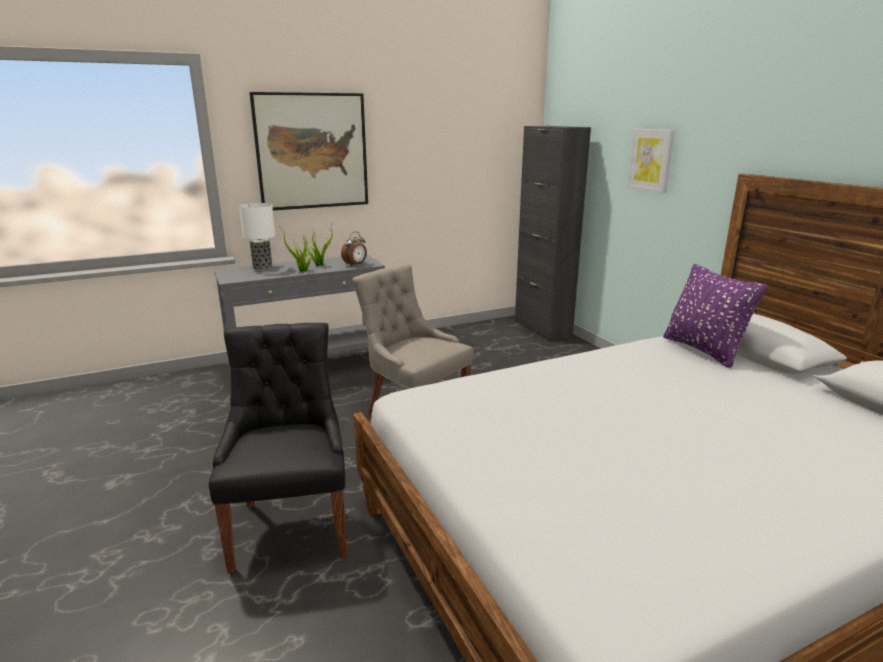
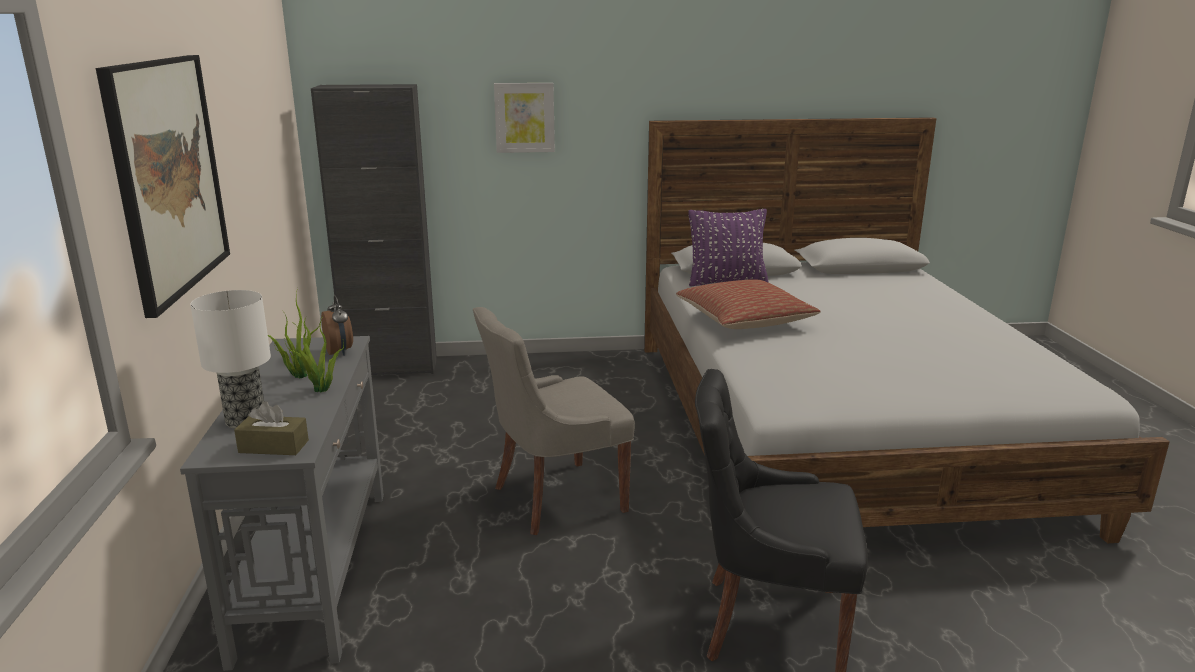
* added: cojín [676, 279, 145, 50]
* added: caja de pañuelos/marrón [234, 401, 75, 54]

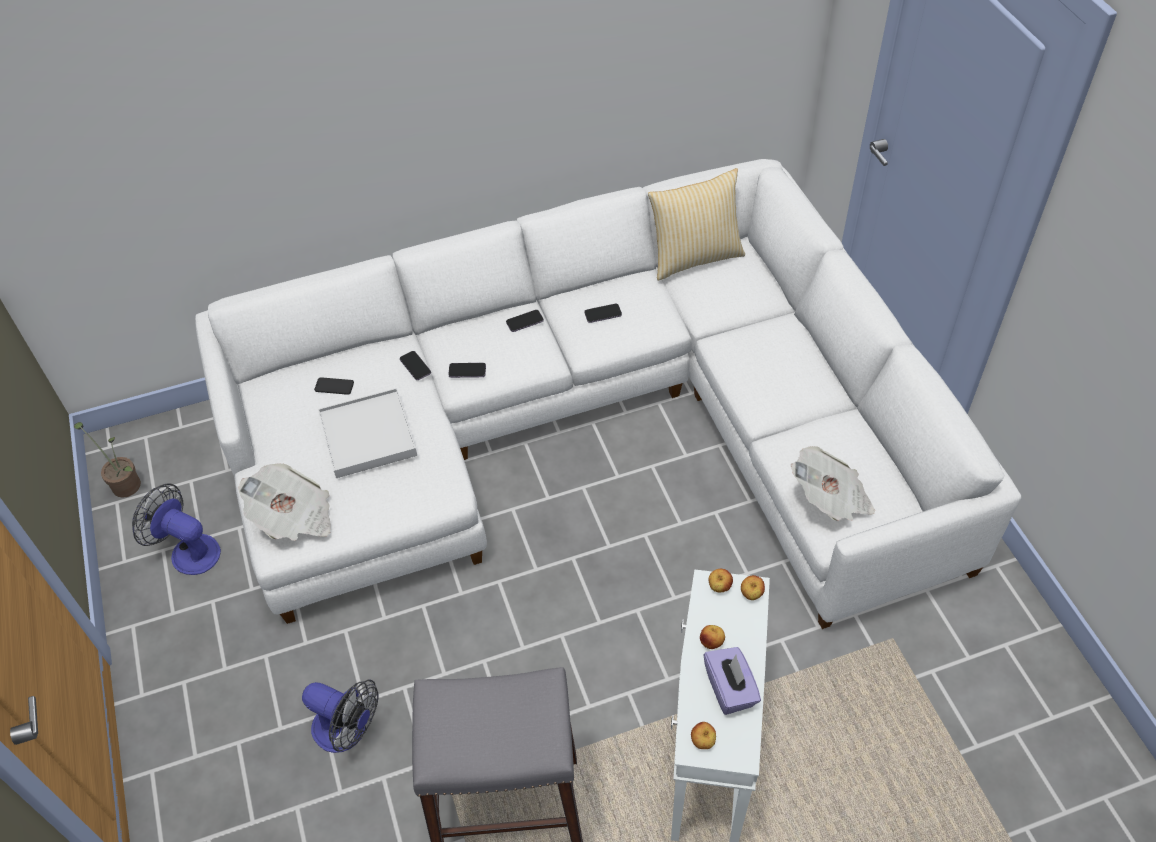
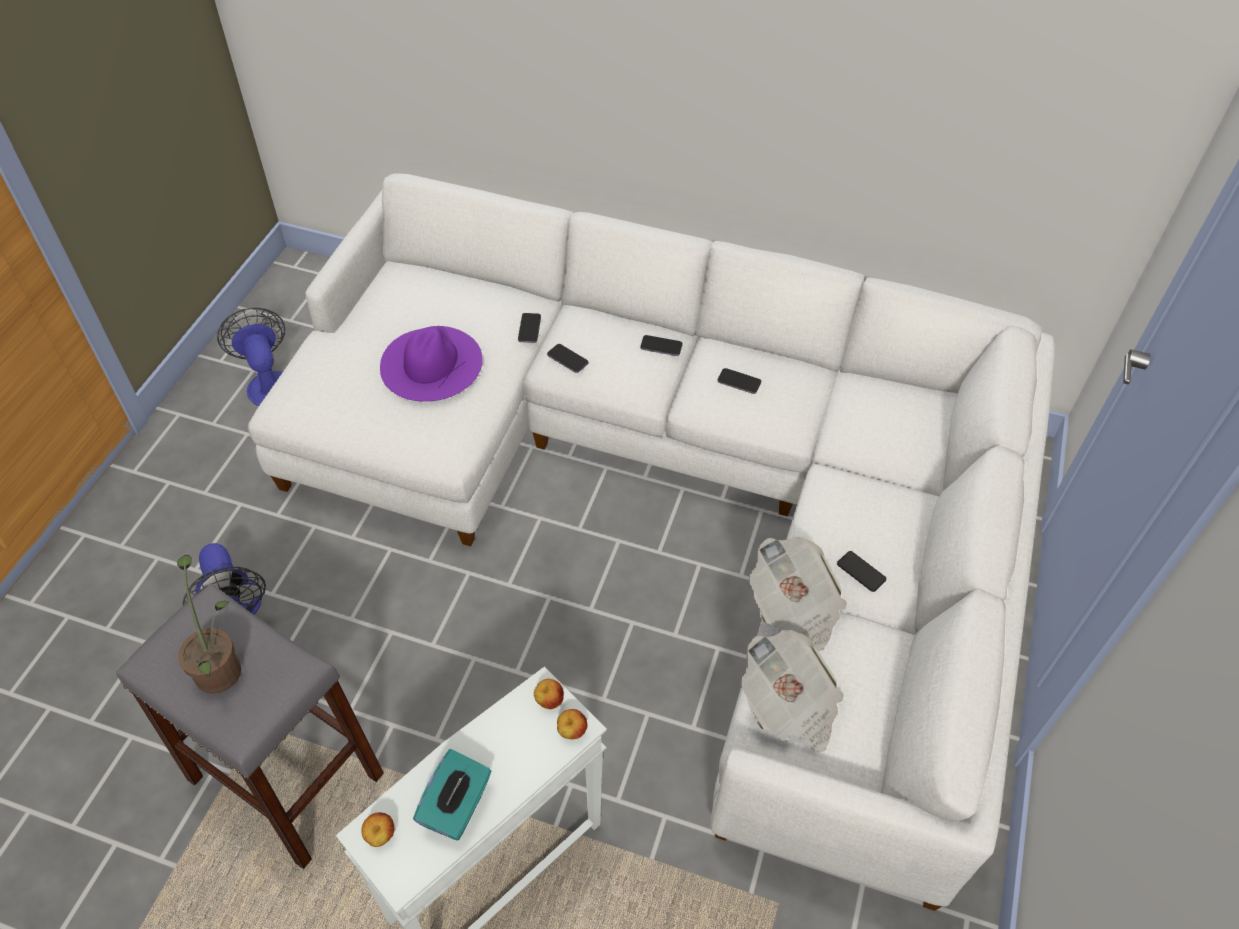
* removed: cojín [648, 168, 97, 113]
* moved: móvil [314, 377, 40, 18] to [837, 551, 49, 41]
* replaced: bandeja/blanco [318, 388, 99, 90] to sombrero/morado [380, 326, 103, 76]
* moved: planta en maceta [74, 422, 67, 76] to [177, 555, 64, 139]
* moved: periódico [238, 463, 93, 78] to [749, 536, 98, 115]
* removed: manzana [700, 625, 25, 24]
* recoloured: caja de pañuelos/morado [704, 647, 57, 68] to caja de pañuelos/turquesa [413, 749, 78, 91]

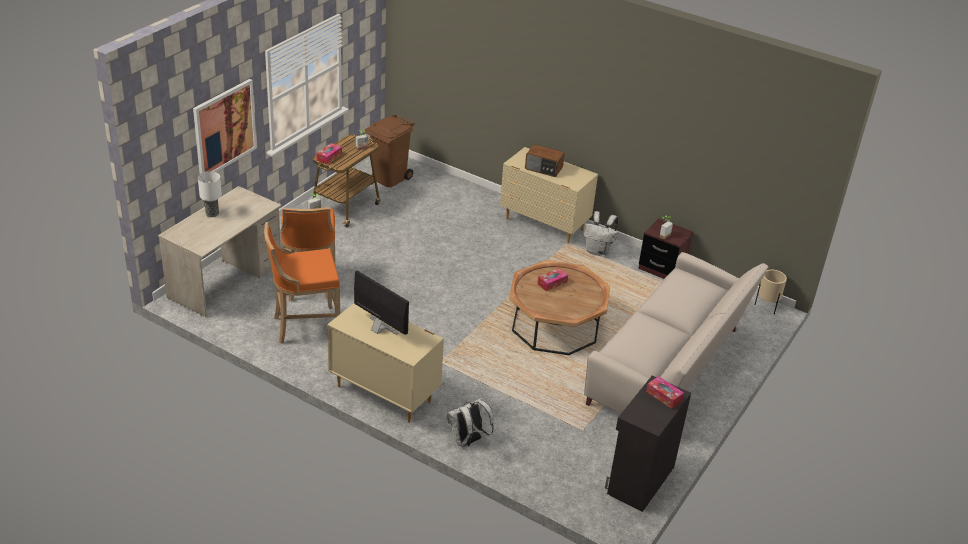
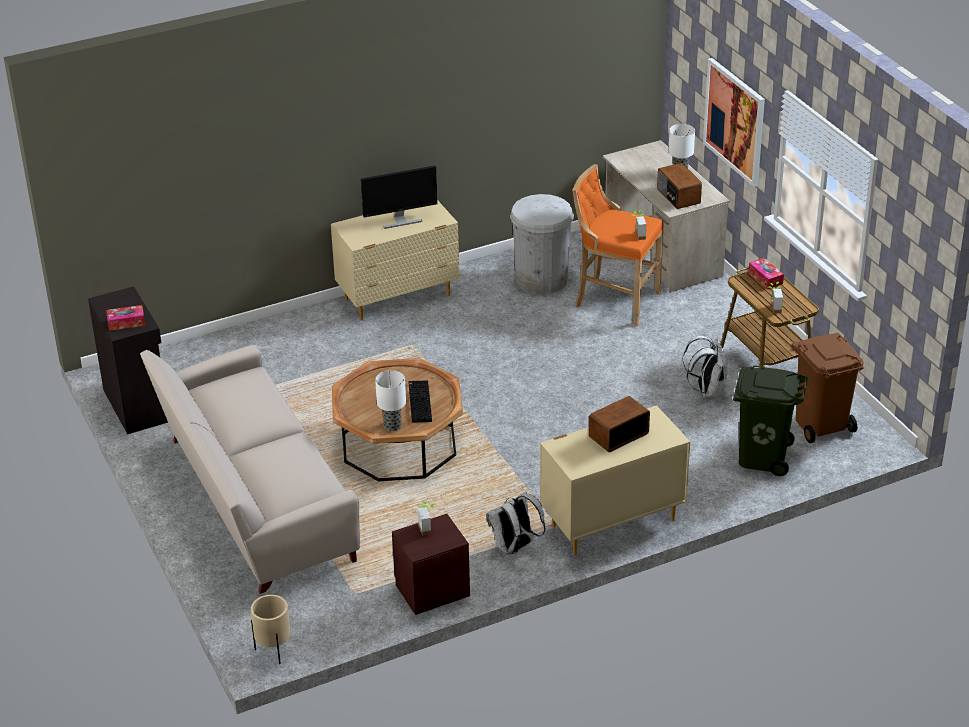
* replaced: taburete/naranja [264, 222, 76, 122] to papelera/blanco [510, 194, 64, 101]
* replaced: caja de pañuelos [537, 268, 31, 23] to teclado [409, 381, 23, 42]
* moved: mochila/blanco [447, 398, 47, 49] to [682, 336, 46, 62]
* added: radio [657, 163, 45, 46]
* added: papelera/verde [733, 366, 75, 110]
* added: lámpara de mesa [375, 370, 31, 61]

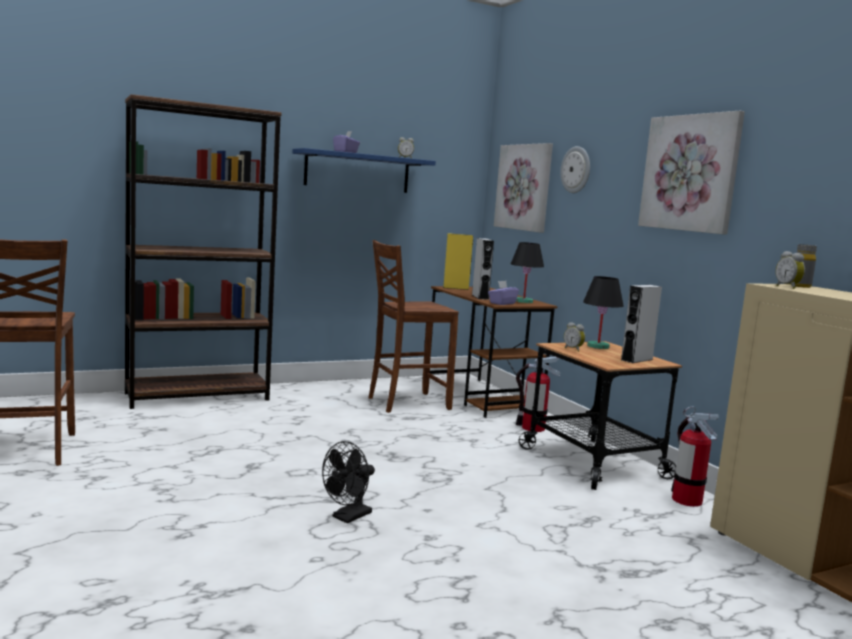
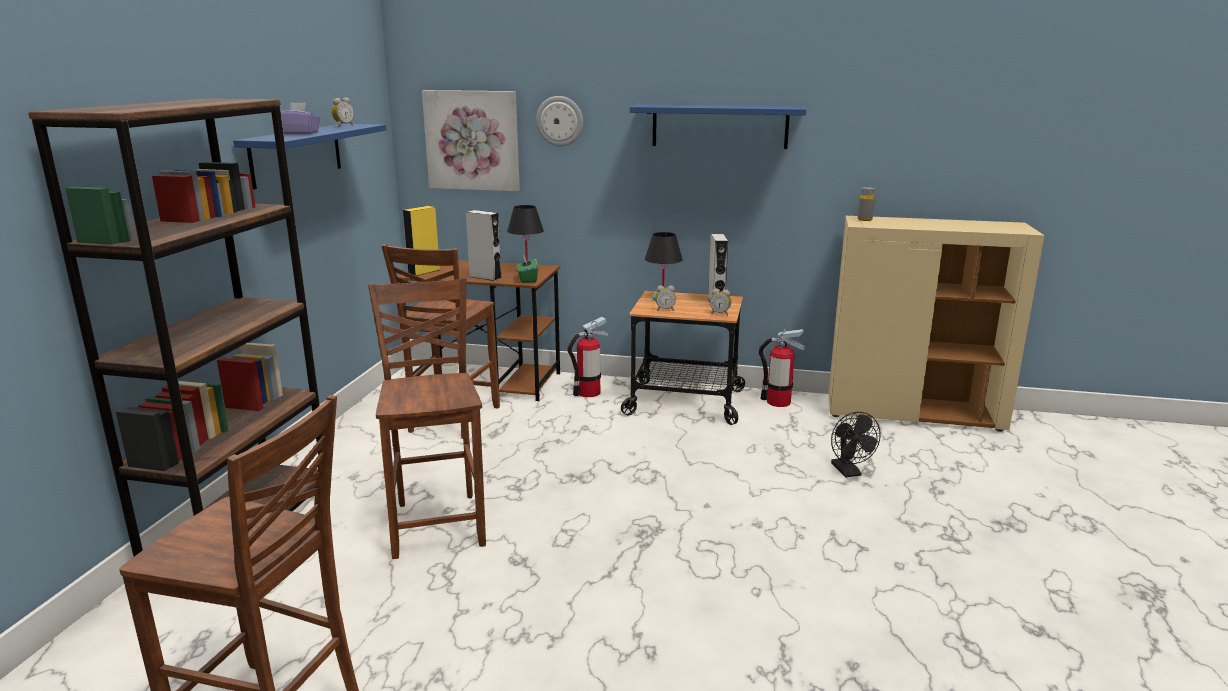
* replaced: cuadro [638, 111, 107, 124] to estante/azul [630, 104, 176, 45]
* moved: despertador [775, 251, 30, 38] to [710, 288, 21, 28]
* recoloured: caja de pañuelos/morado [488, 281, 31, 24] to caja de pañuelos/verde [517, 256, 21, 27]
* moved: ventilador/negro [322, 441, 53, 82] to [831, 412, 50, 65]
* added: silla/marrón [368, 278, 118, 281]

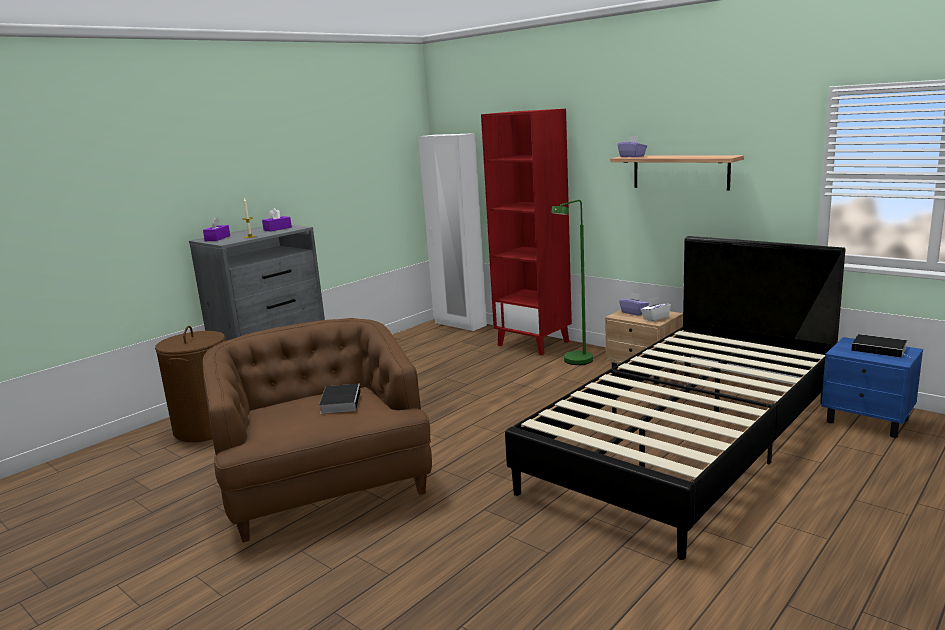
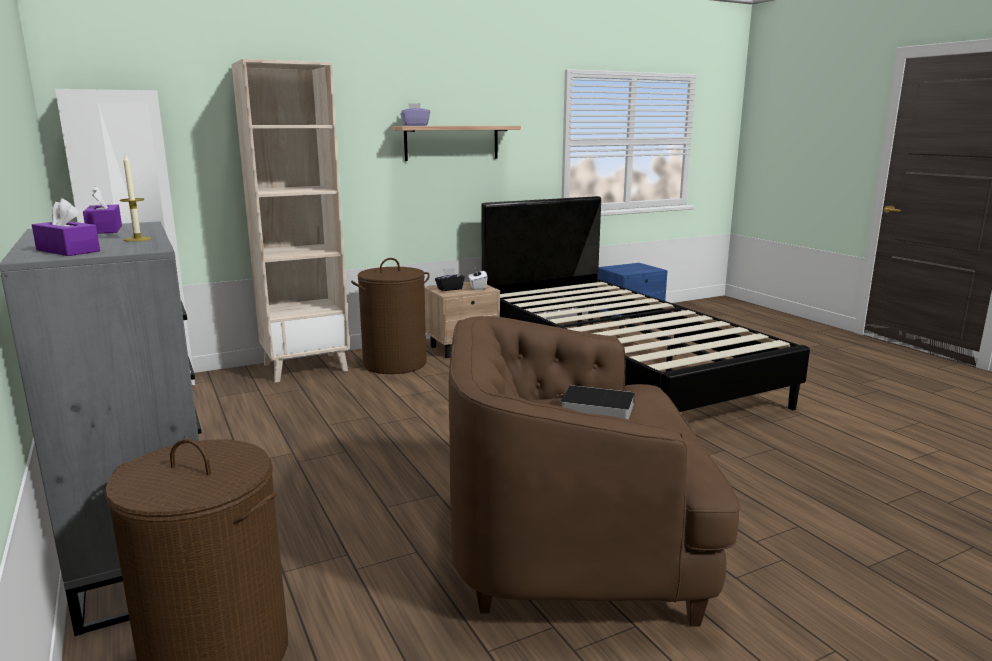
* recoloured: estantería/rojo [481, 109, 91, 246] to estantería/beis [231, 59, 119, 324]
* replaced: lámpara de pie/verde [551, 200, 42, 165] to cesto de la ropa/marrón [351, 258, 79, 116]
* recoloured: caja de pañuelos/morado [619, 292, 30, 24] to caja de pañuelos/negro [435, 268, 30, 23]
* removed: libro [851, 334, 61, 24]

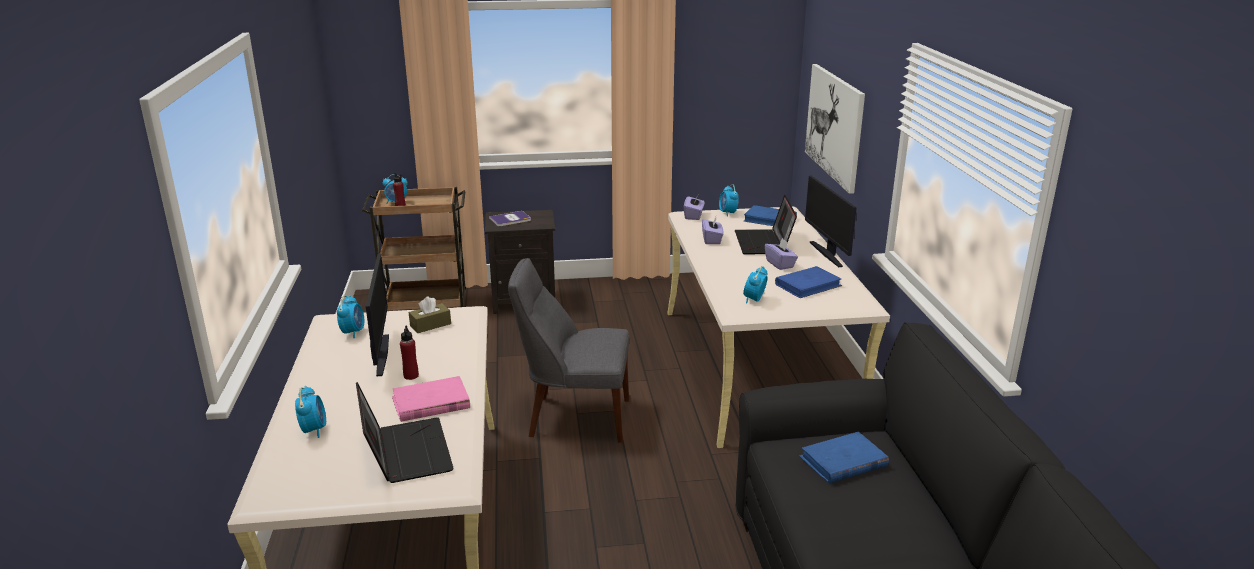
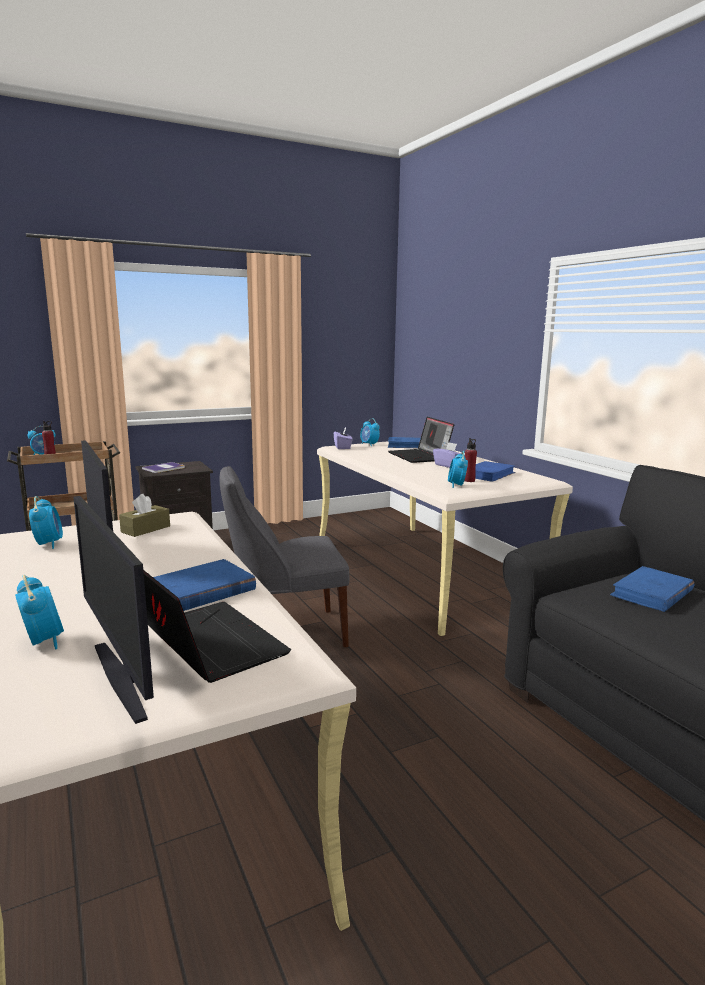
* removed: cuadro [805, 64, 60, 130]
* moved: monitor [805, 176, 52, 91] to [73, 496, 81, 228]
* removed: caja de pañuelos/morado [702, 217, 22, 27]
* moved: botella/rojo [400, 325, 19, 55] to [464, 438, 13, 44]
* recoloured: libro/rosa [392, 376, 78, 46] to libro/azul [153, 559, 103, 52]

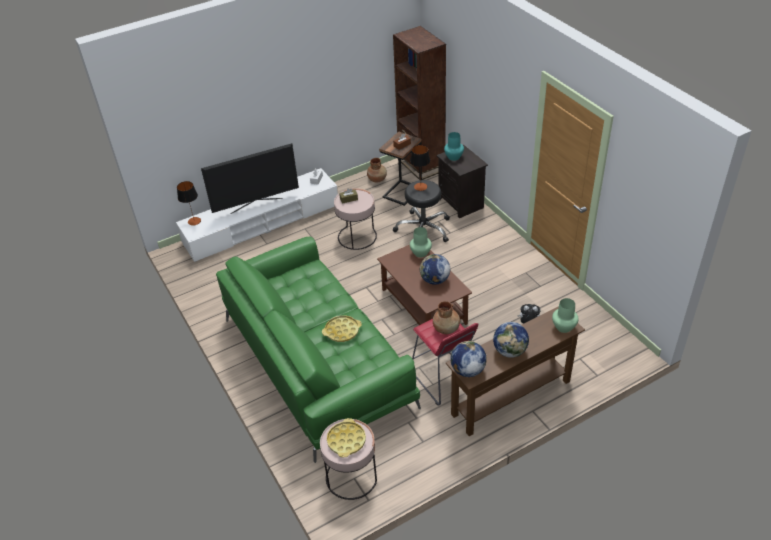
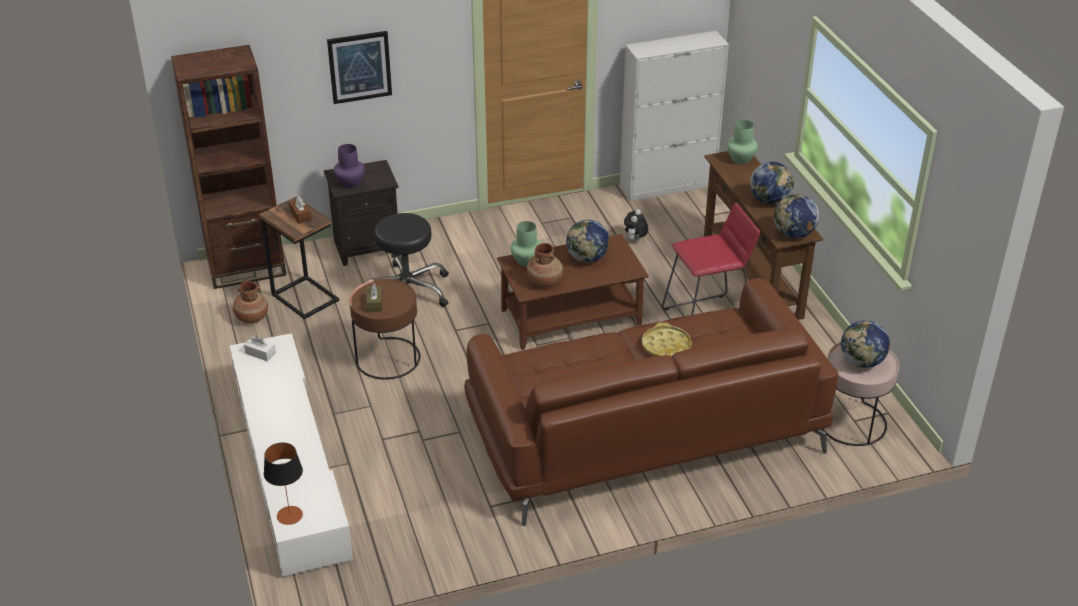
* recoloured: florero/turquesa [444, 132, 20, 29] to florero/morado [334, 144, 31, 44]
* removed: televisor [201, 143, 98, 71]
* removed: lámpara de mesa [410, 145, 20, 46]
* recoloured: mesa auxiliar/rosa [334, 188, 43, 62] to mesa auxiliar/marrón [349, 278, 71, 102]
* recoloured: sofá/verde [216, 237, 205, 226] to sofá/marrón [464, 278, 375, 248]
* moved: florero/marrón [433, 301, 27, 33] to [526, 243, 37, 44]
* replaced: bandeja/amarillo [327, 418, 39, 39] to globo terráqueo [841, 320, 49, 48]
* added: cuadro [327, 31, 65, 73]
* added: armario/blanco [620, 31, 109, 170]

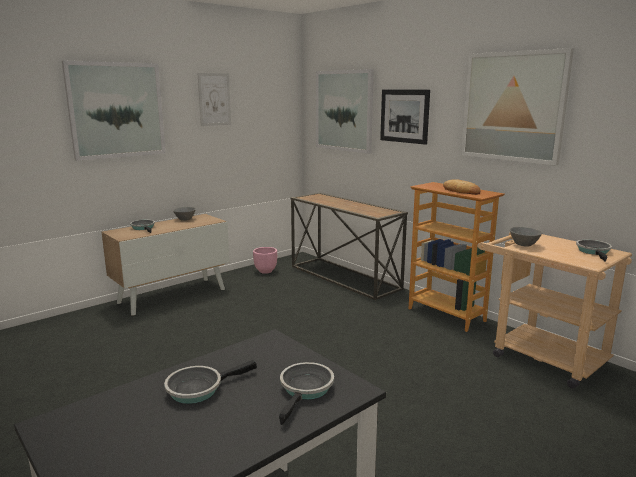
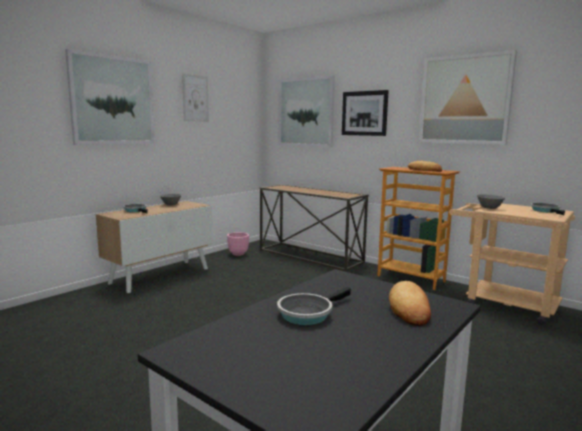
* replaced: sartén [279, 362, 55, 63] to pan [389, 281, 42, 45]

